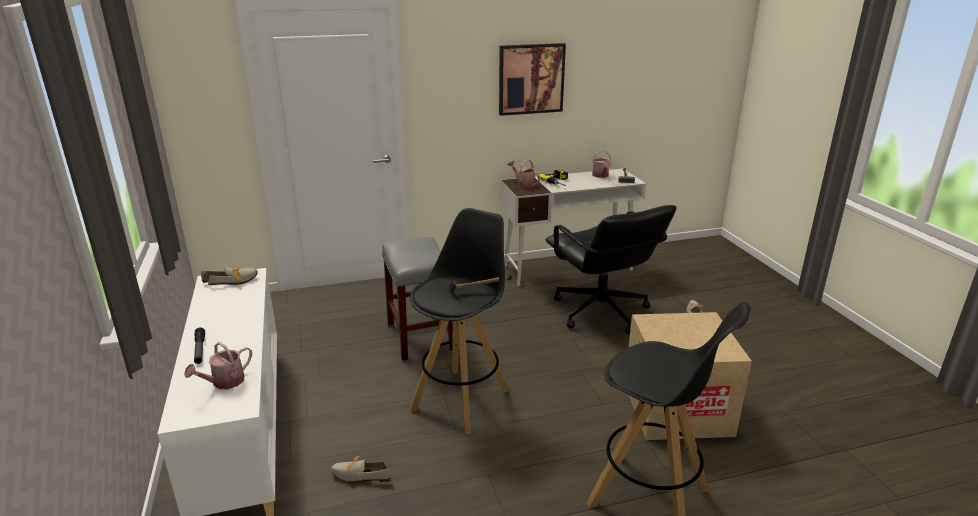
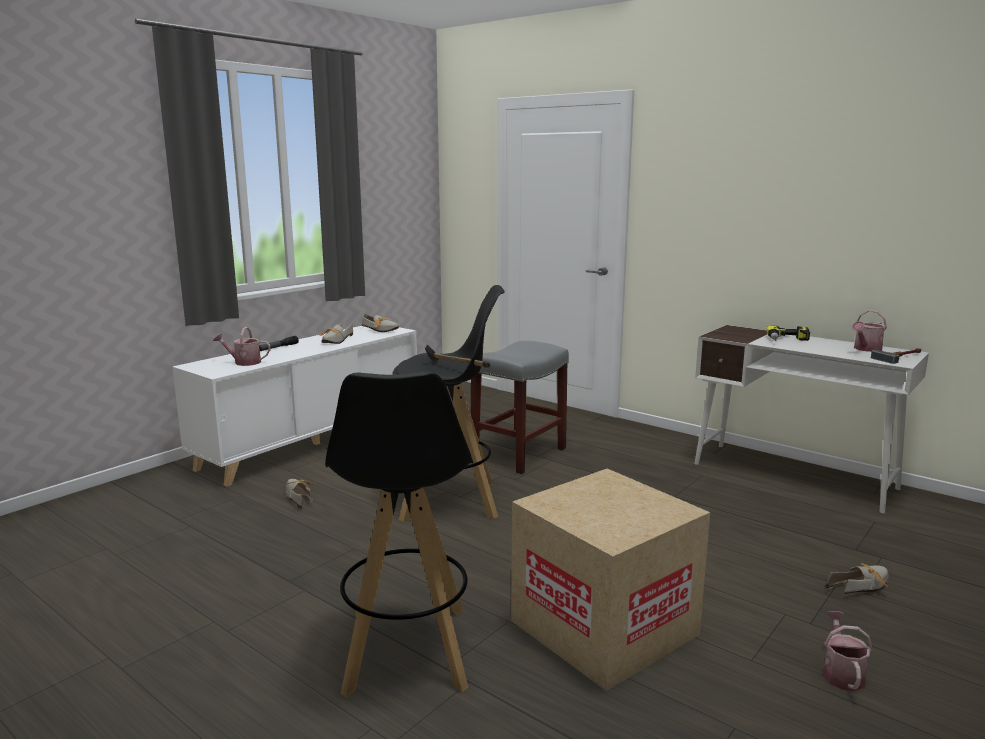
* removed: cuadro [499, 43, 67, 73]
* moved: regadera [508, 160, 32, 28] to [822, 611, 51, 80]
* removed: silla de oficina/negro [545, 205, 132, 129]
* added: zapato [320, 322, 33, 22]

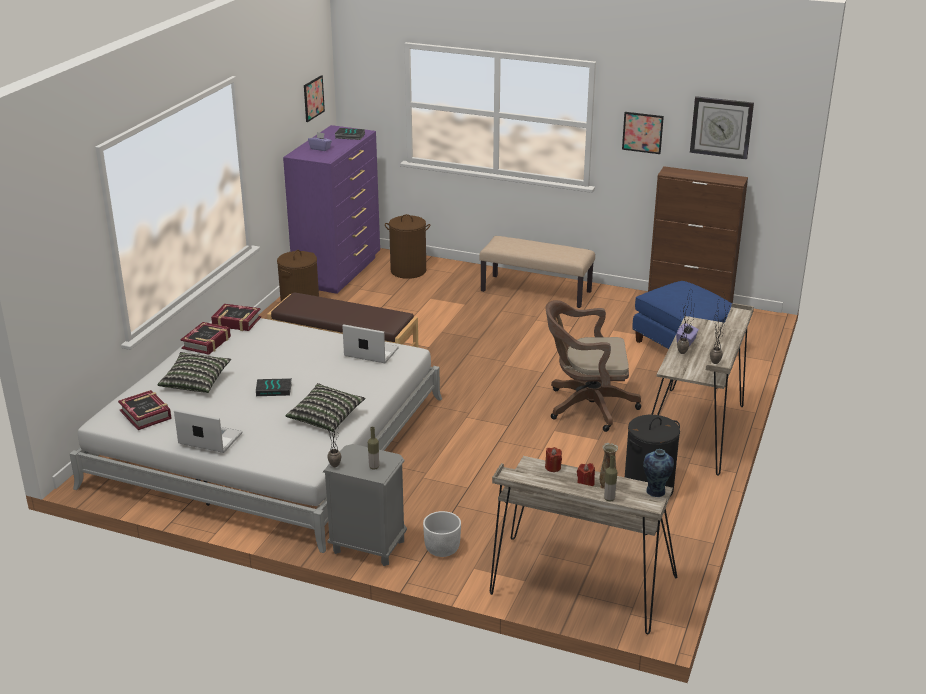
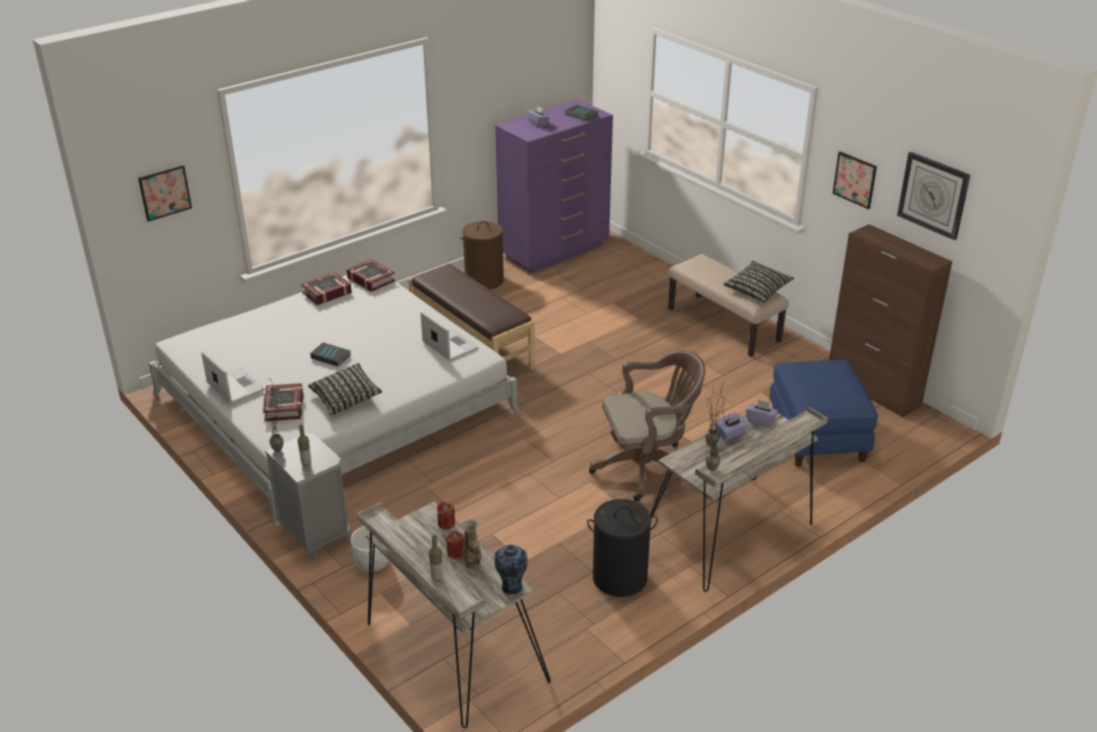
* moved: cuadro [304, 75, 21, 47] to [138, 165, 54, 56]
* removed: cesto de la ropa/marrón [385, 214, 45, 65]
* turned: silla de oficina/marrón [546, 300, 95, 132] = [589, 350, 116, 151] 135 degrees clockwise
* moved: cojín [157, 352, 74, 41] to [723, 261, 71, 41]
* moved: libro [118, 390, 54, 40] to [263, 383, 41, 39]
* added: caja de pañuelos/morado [746, 399, 32, 28]

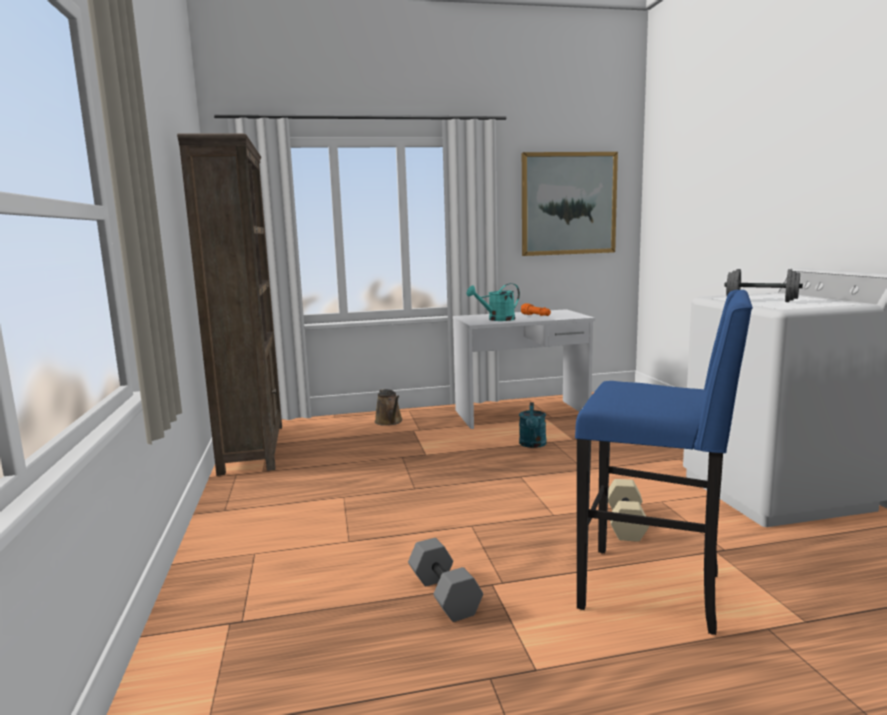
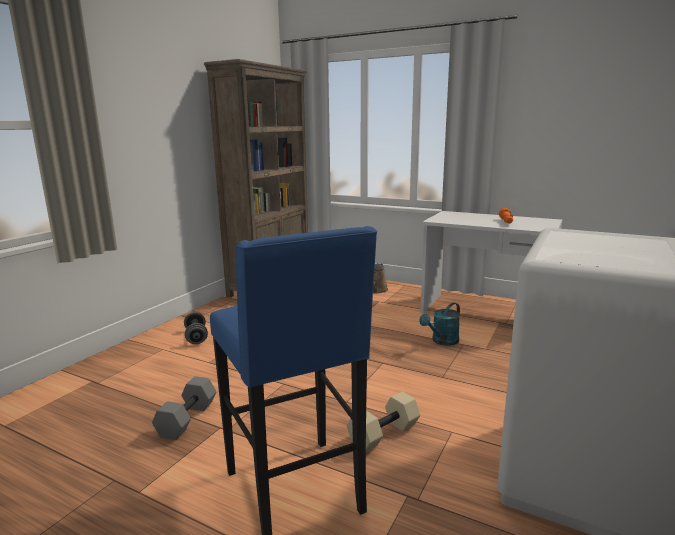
* removed: cuadro [522, 152, 96, 104]
* moved: mancuerna/gris [724, 269, 79, 33] to [184, 312, 24, 32]
* removed: regadera/turquesa [466, 283, 54, 38]

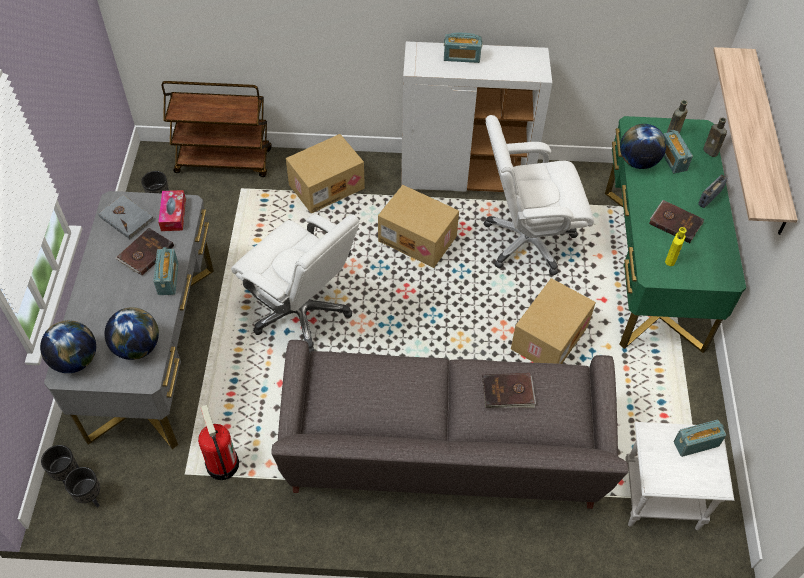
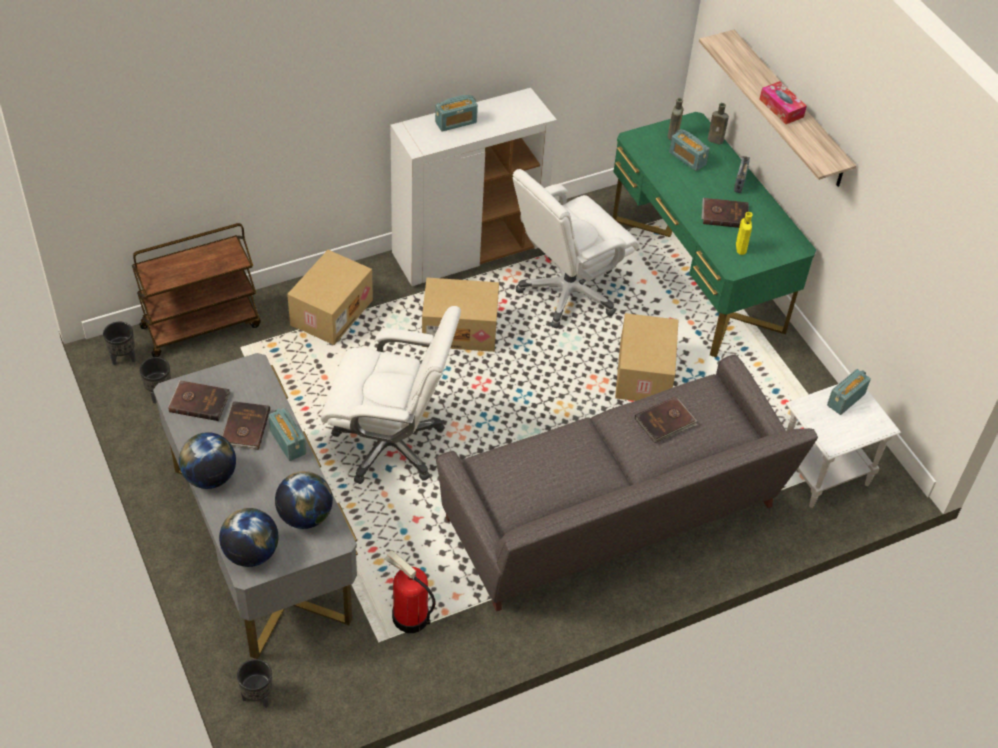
* moved: globo terráqueo [620, 124, 46, 45] to [179, 432, 57, 57]
* moved: caja de pañuelos [158, 190, 28, 41] to [759, 81, 48, 43]
* recoloured: libro/gris [99, 195, 55, 44] to libro/marrón [168, 380, 62, 41]
* moved: maceta/negro [65, 467, 35, 41] to [103, 322, 33, 43]

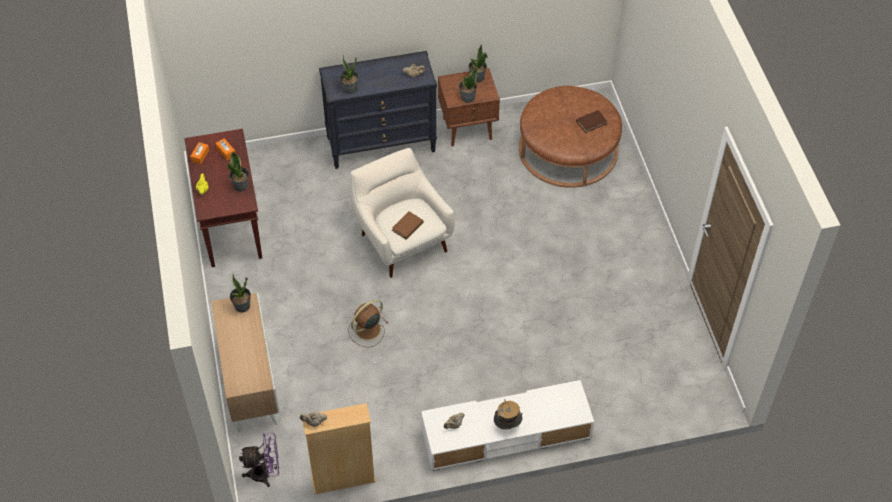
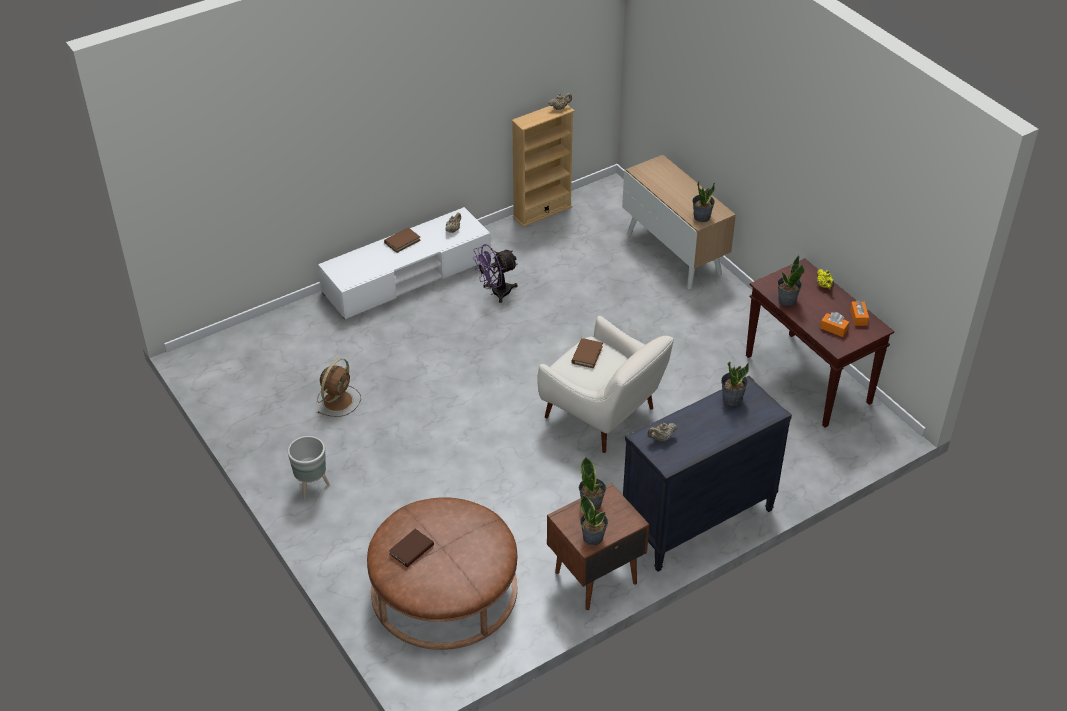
* moved: ventilador/marrón [348, 300, 40, 47] to [317, 358, 44, 59]
* replaced: sombrero [494, 400, 29, 29] to libro/marrón [384, 228, 37, 25]
* moved: ventilador/morado [239, 432, 40, 55] to [473, 244, 45, 59]
* added: maceta/gris [287, 436, 43, 63]

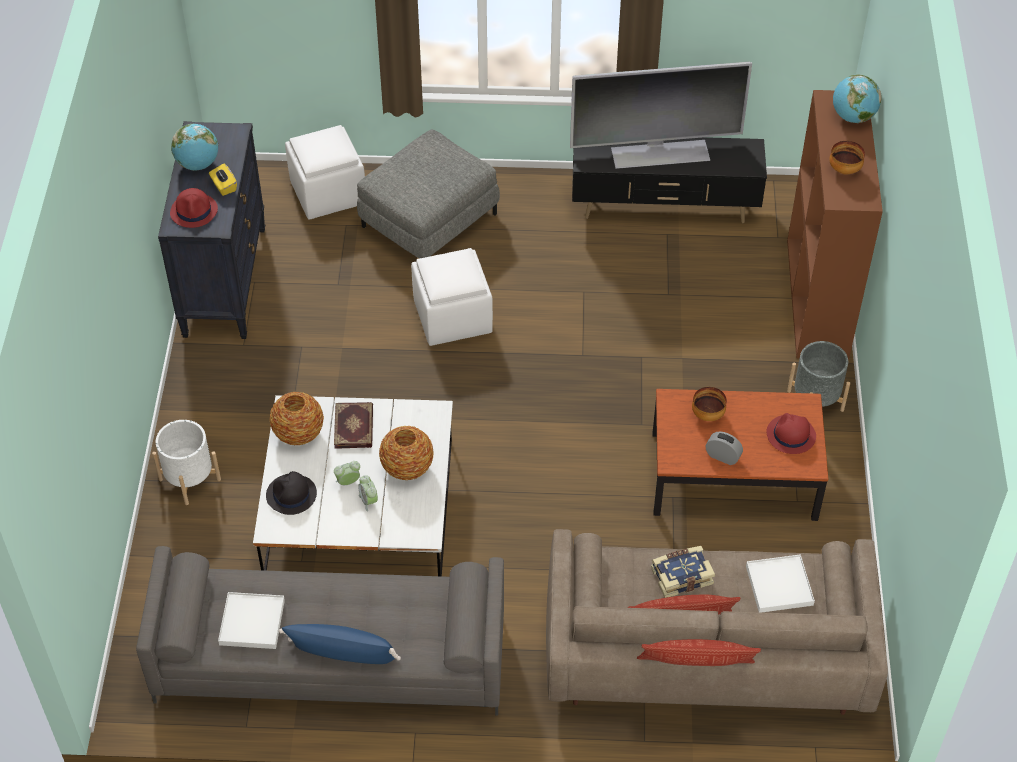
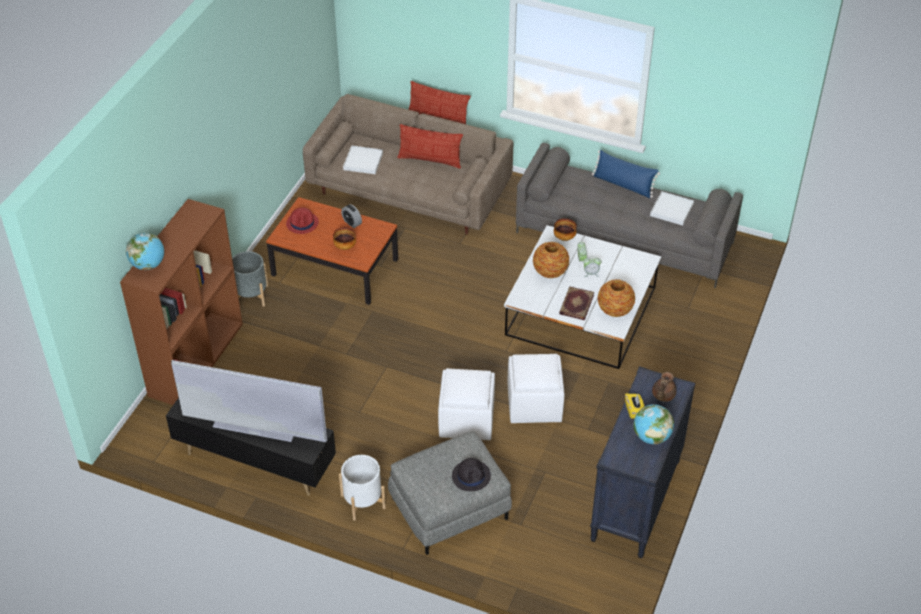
* moved: puf/blanco [285, 125, 80, 95] to [508, 354, 56, 69]
* moved: cuenco [829, 141, 36, 33] to [554, 218, 23, 23]
* replaced: sombrero/rojo [170, 188, 48, 40] to tetera/marrón [652, 372, 24, 30]
* moved: maceta/blanco [152, 420, 69, 85] to [339, 455, 47, 66]
* moved: sombrero/negro [266, 471, 51, 44] to [452, 458, 39, 33]
* removed: libro [651, 546, 64, 52]

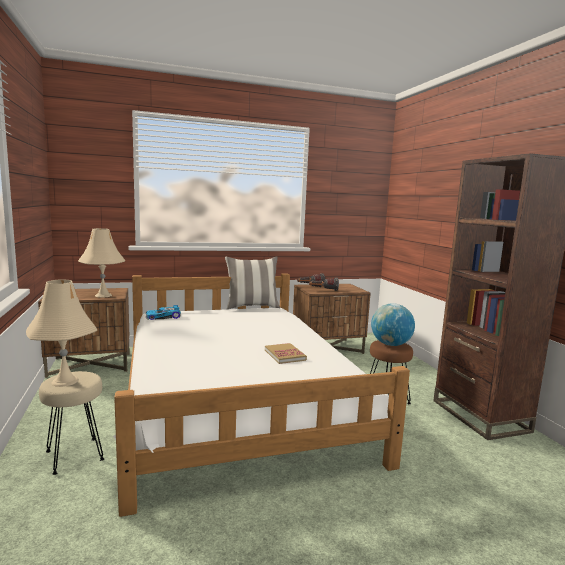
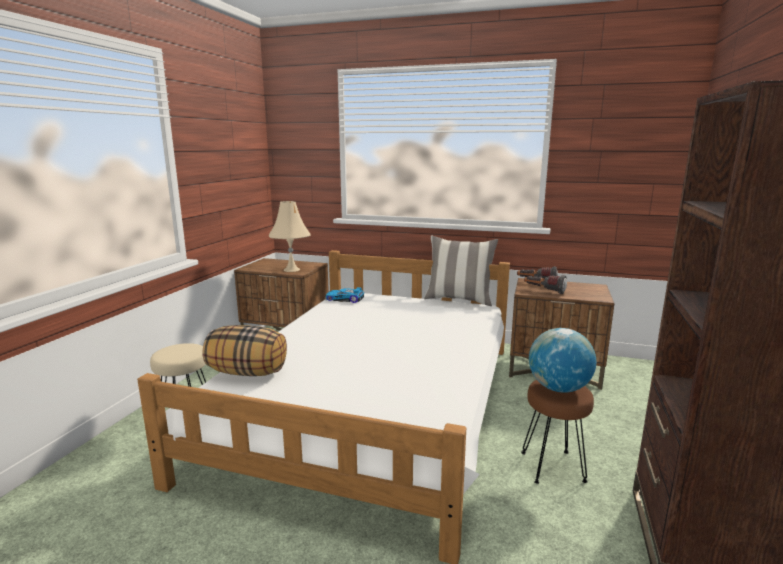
* removed: lámpara de mesa/beis [26, 280, 71, 107]
* removed: libro [265, 343, 42, 21]
* added: cojín [203, 325, 84, 51]

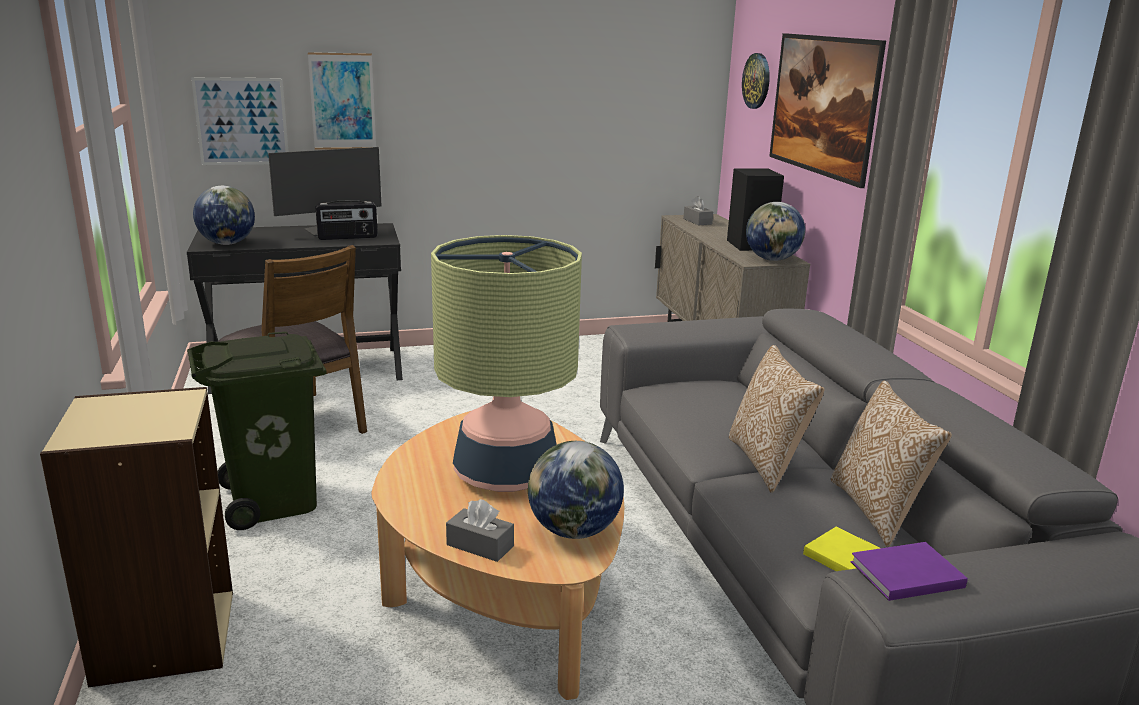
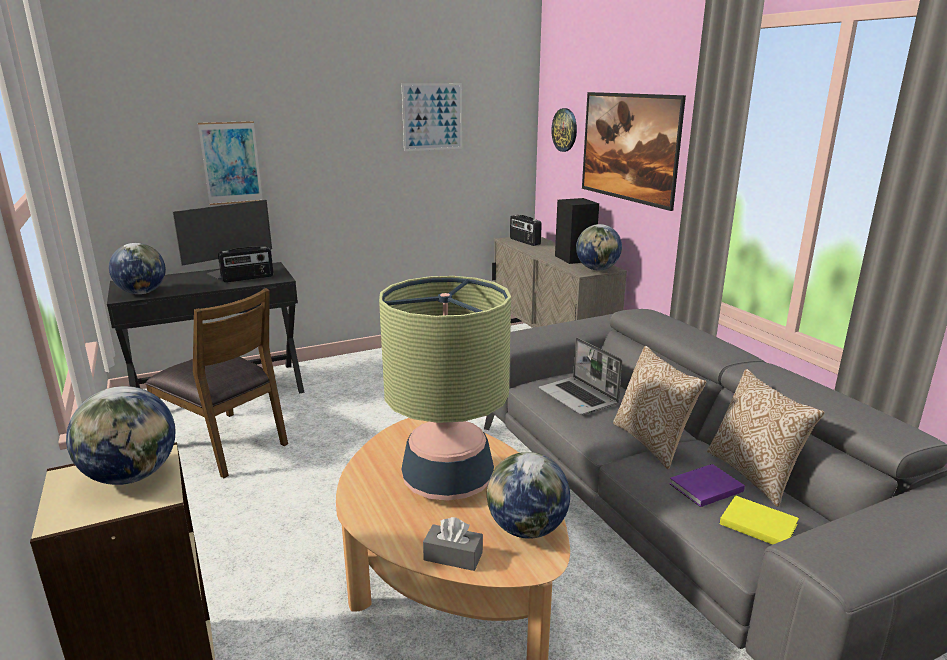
* moved: cuadro [191, 77, 98, 88] to [401, 83, 61, 68]
* replaced: caja de pañuelos/gris [683, 196, 30, 30] to radio [510, 215, 32, 31]
* removed: papelera/verde [187, 332, 140, 198]
* moved: libro/morado [851, 542, 117, 59] to [669, 464, 76, 43]
* added: portátil [539, 338, 83, 77]
* added: globo terráqueo [66, 386, 109, 99]

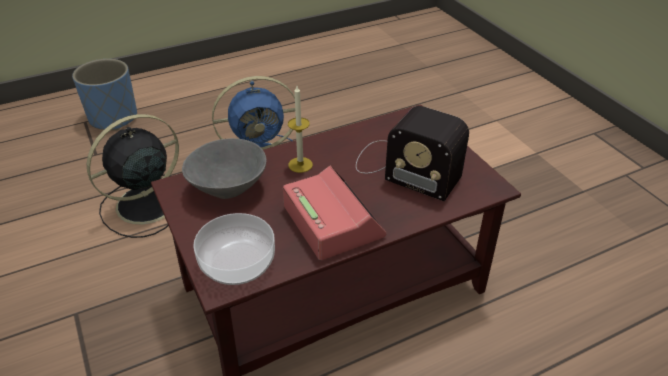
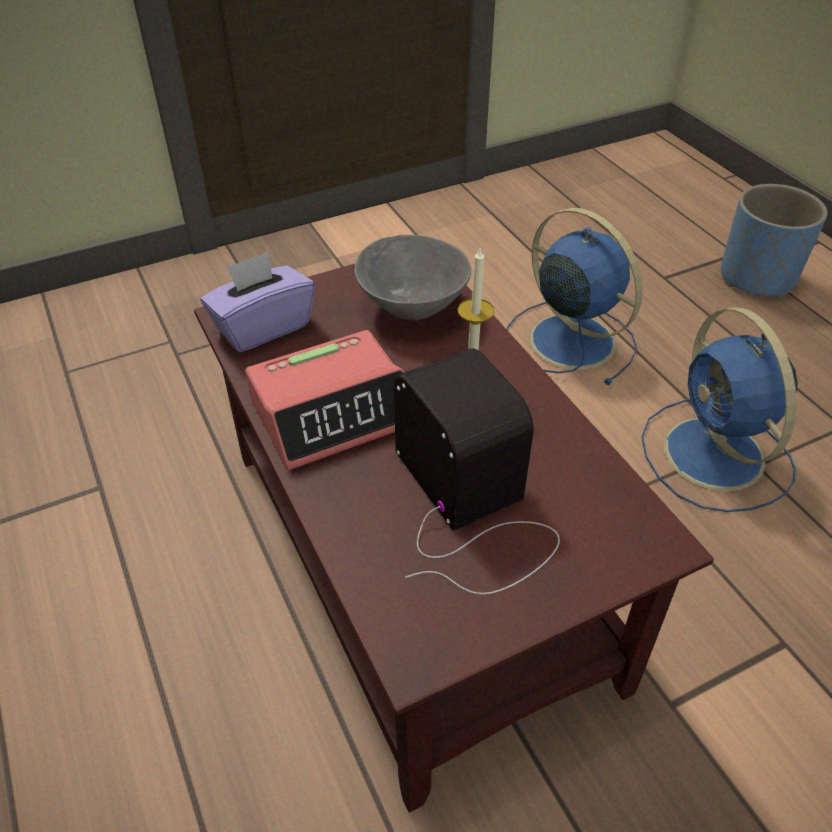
* turned: radio [356, 106, 113, 95] = [394, 348, 166, 247] 120 degrees clockwise
* recoloured: ventilador/negro [87, 114, 92, 124] to ventilador/azul [507, 208, 136, 177]
* replaced: cuenco [193, 213, 82, 72] to caja de pañuelos/morado [200, 252, 115, 100]

